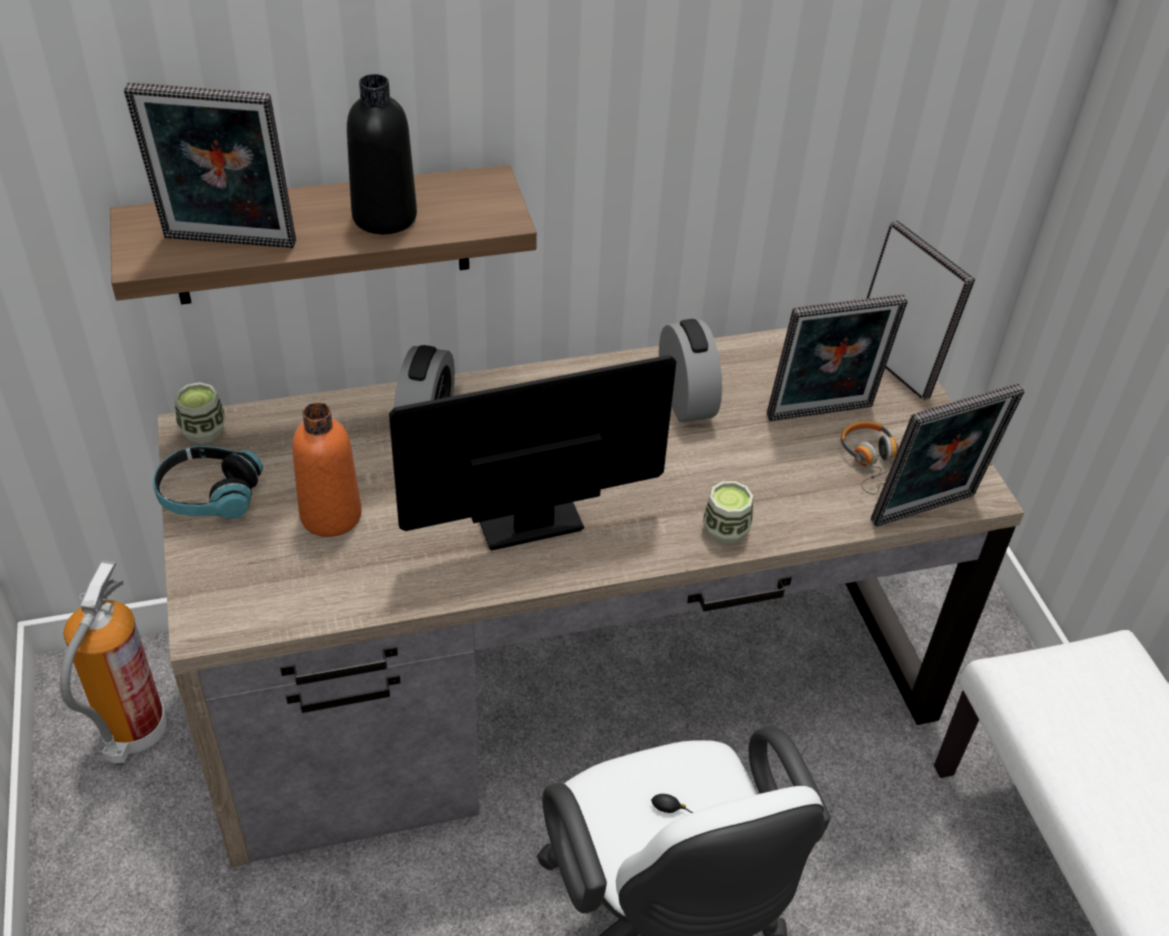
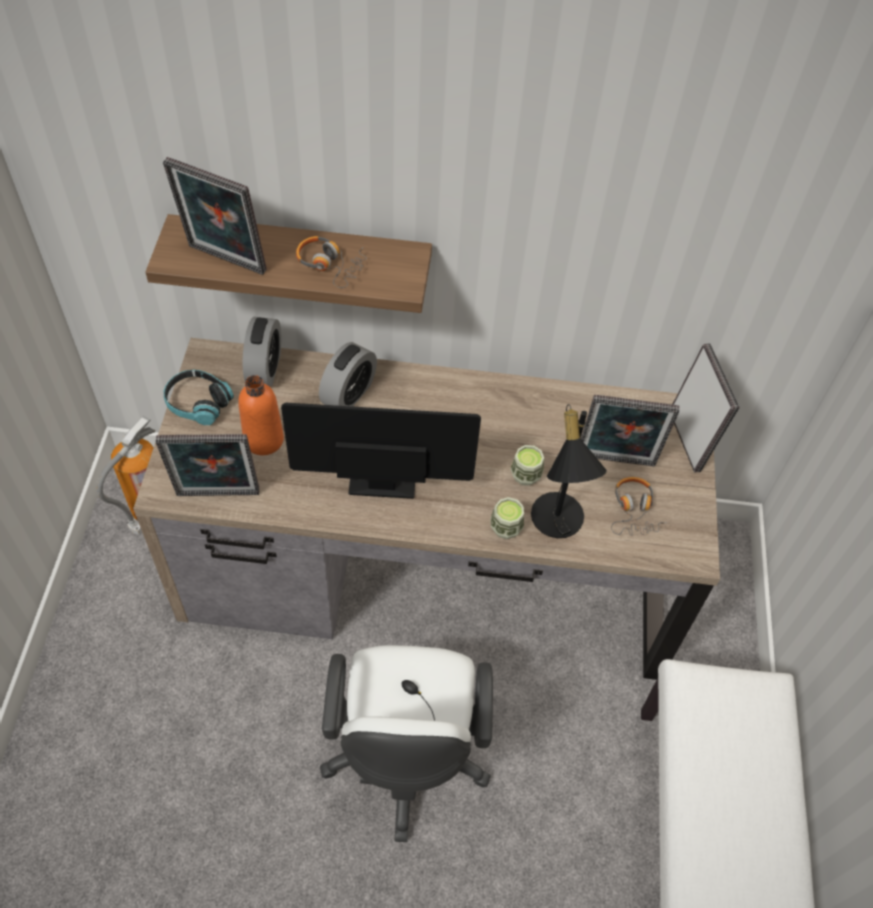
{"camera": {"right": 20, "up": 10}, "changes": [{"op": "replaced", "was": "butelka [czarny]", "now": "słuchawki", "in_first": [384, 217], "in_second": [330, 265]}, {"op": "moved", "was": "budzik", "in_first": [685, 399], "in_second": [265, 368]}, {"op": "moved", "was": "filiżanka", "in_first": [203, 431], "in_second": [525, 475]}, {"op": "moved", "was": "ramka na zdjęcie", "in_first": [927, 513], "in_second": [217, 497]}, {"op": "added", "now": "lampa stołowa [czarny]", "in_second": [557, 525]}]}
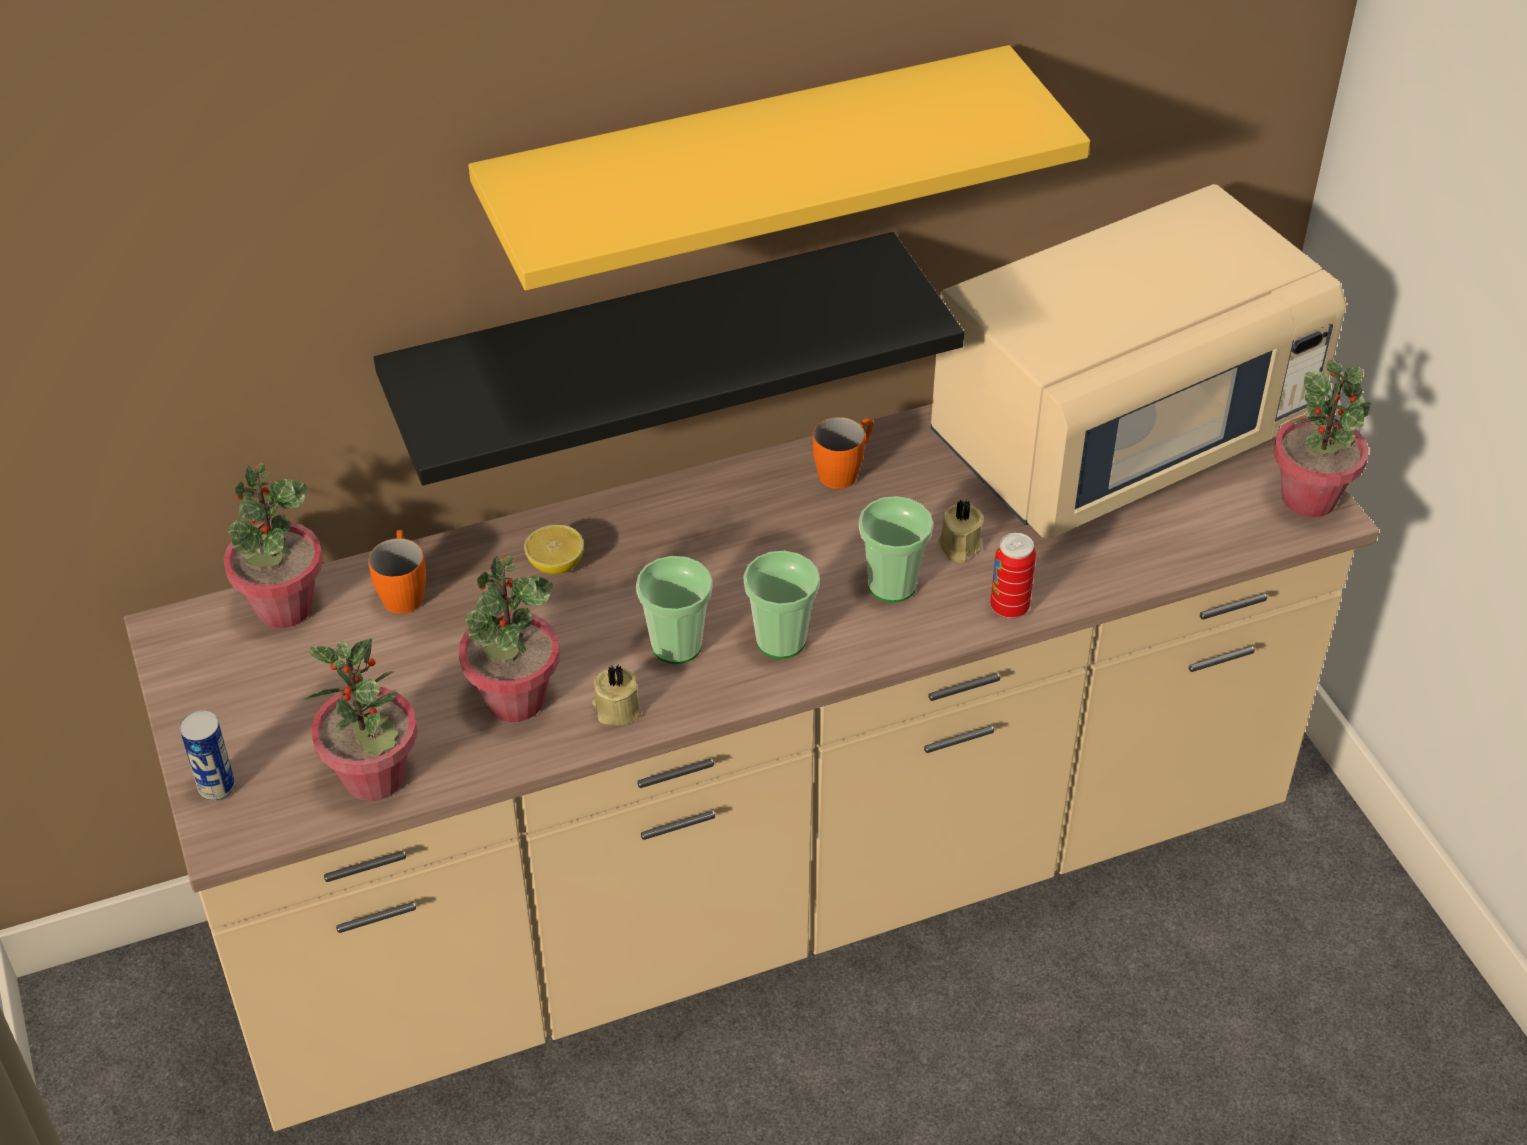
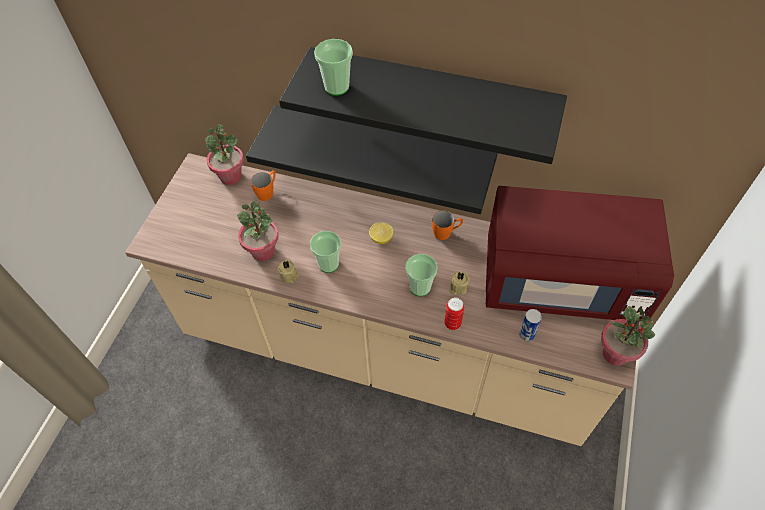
{"camera": {"right": 40, "up": 10}, "changes": [{"op": "recoloured", "was": "półka [żółty]", "now": "półka [czarny]", "in_first": [748, 164], "in_second": [432, 96]}, {"op": "recoloured", "was": "mikrofalówka [beżowy]", "now": "mikrofalówka [czerwony]", "in_first": [1119, 438], "in_second": [561, 281]}, {"op": "moved", "was": "cytryna", "in_first": [556, 565], "in_second": [381, 238]}, {"op": "moved", "was": "filiżanka", "in_first": [781, 640], "in_second": [336, 87]}, {"op": "removed", "was": "roślina doniczkowa", "in_first": [374, 778]}, {"op": "moved", "was": "puszka", "in_first": [216, 787], "in_second": [526, 335]}]}
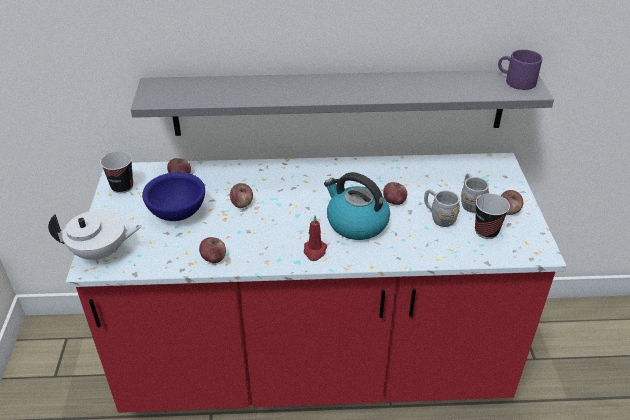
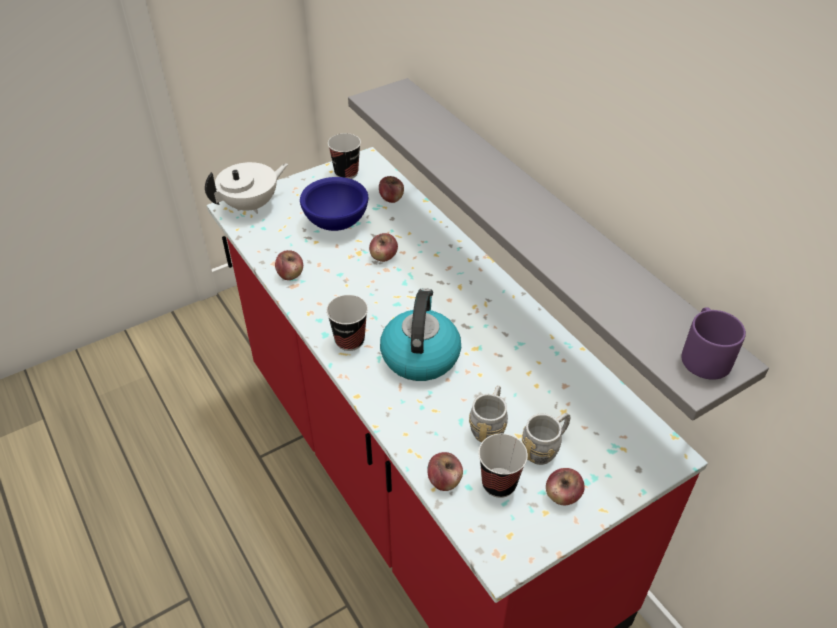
{"camera": {"right": 60, "up": 5}, "changes": [{"op": "moved", "was": "jabłko", "in_first": [394, 201], "in_second": [444, 480]}, {"op": "turned", "was": "imbryk [biały]", "in_first": [101, 252], "in_second": [251, 205], "clockwise": -90}, {"op": "replaced", "was": "świeca [czerwony]", "now": "filiżanka", "in_first": [314, 251], "in_second": [349, 340]}]}
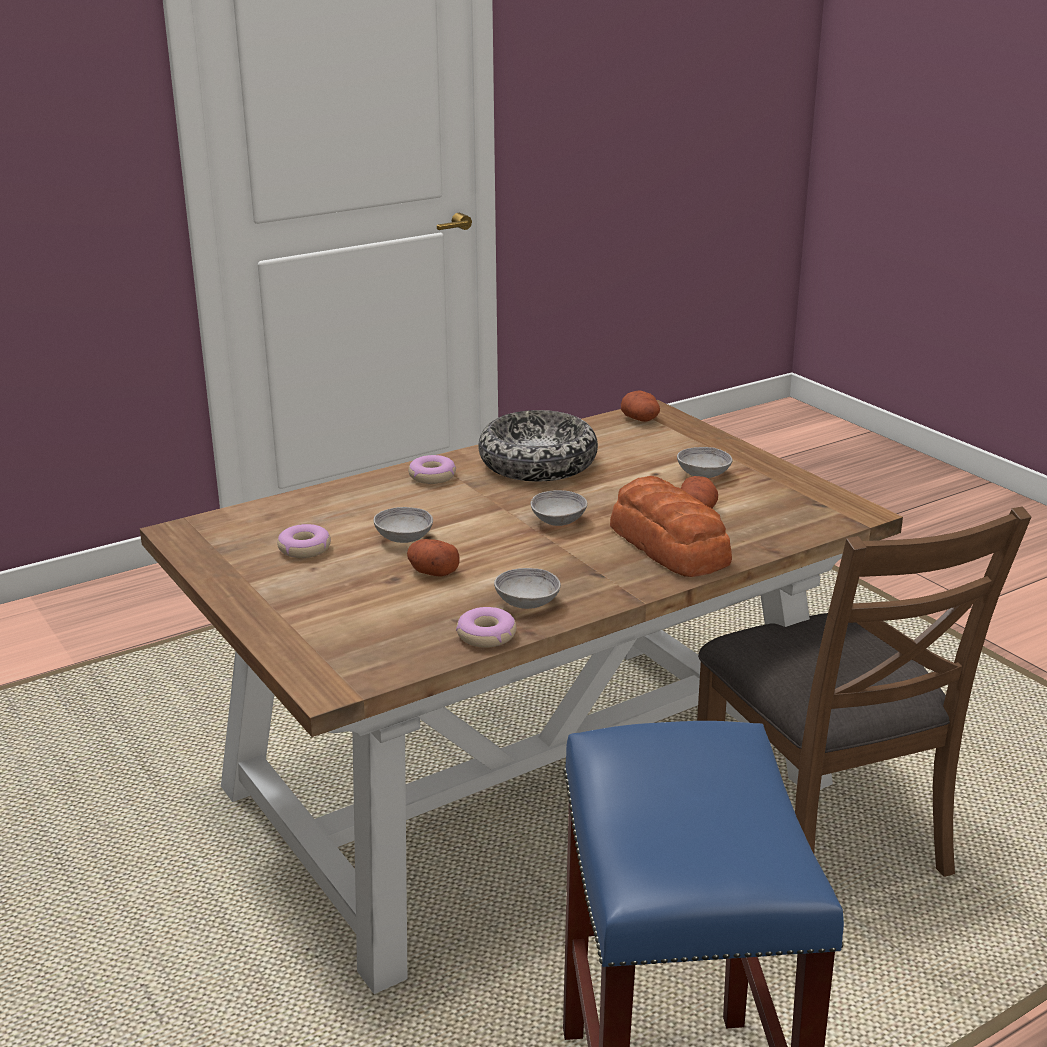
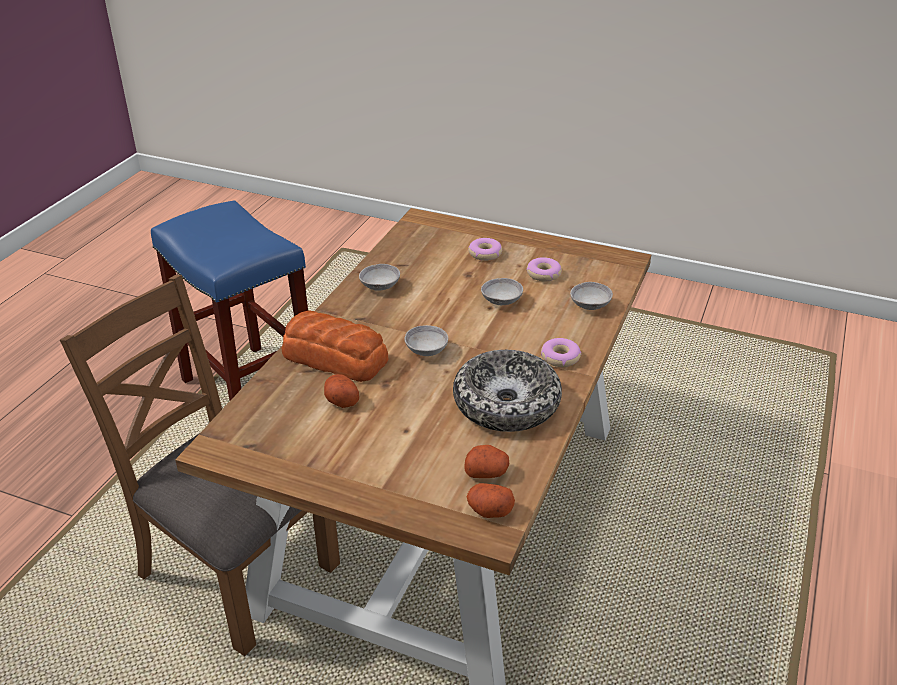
{"camera": {"right": 145, "up": 10}, "changes": [{"op": "moved", "was": "miska [szary]", "in_first": [703, 474], "in_second": [590, 305]}, {"op": "moved", "was": "ziemniak", "in_first": [432, 571], "in_second": [486, 472]}, {"op": "moved", "was": "donut", "in_first": [486, 635], "in_second": [485, 254]}]}
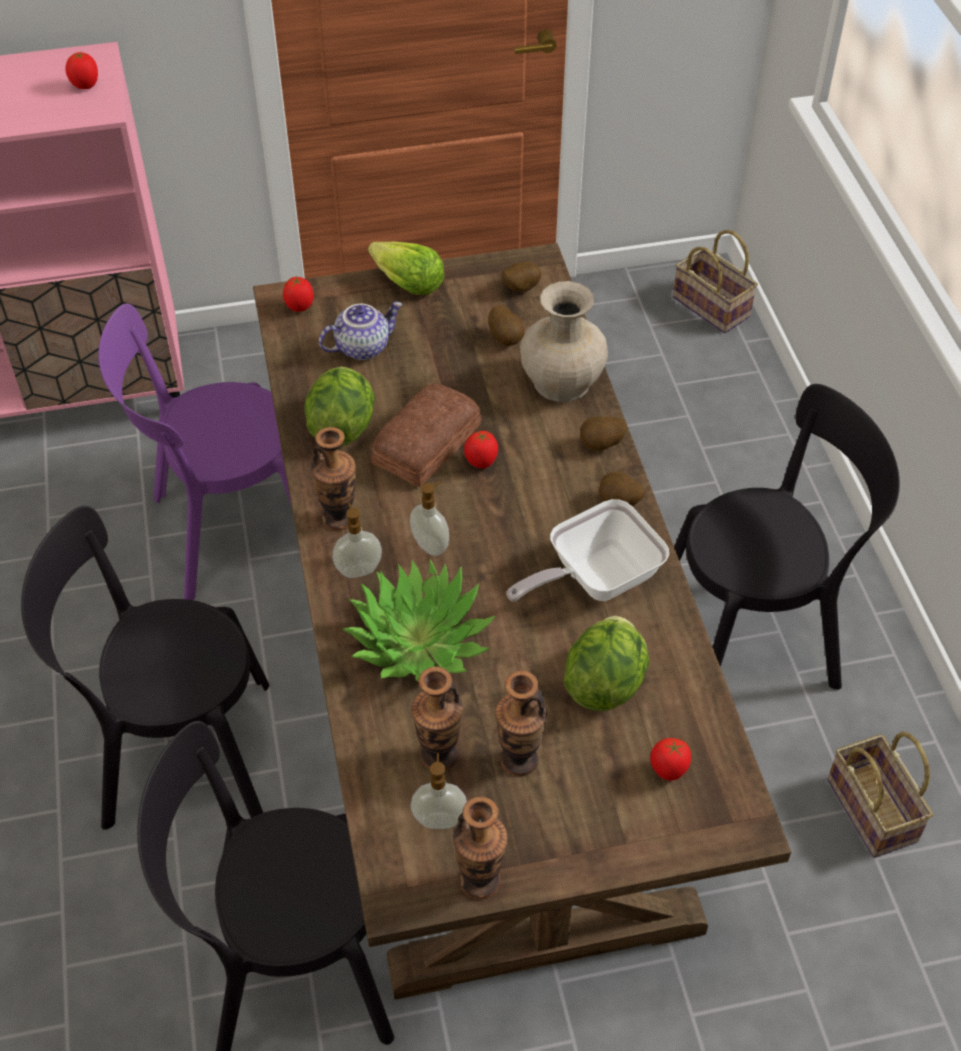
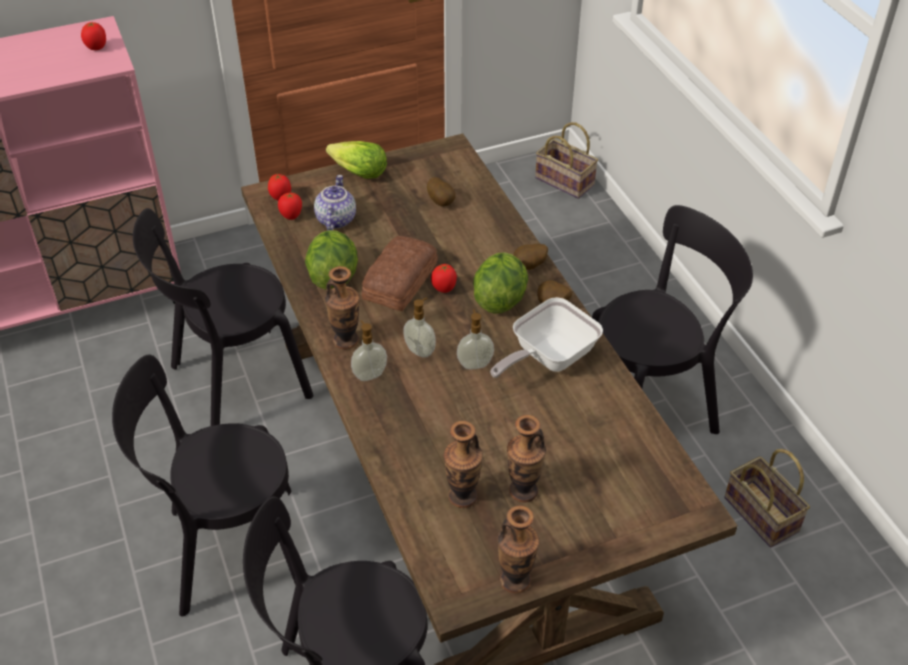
{"camera": {"right": -10, "up": -5}, "changes": [{"op": "removed", "was": "ziemniak", "in_first": [519, 288]}, {"op": "removed", "was": "wazon [beżowy]", "in_first": [561, 381]}, {"op": "turned", "was": "imbryk", "in_first": [362, 346], "in_second": [335, 219], "clockwise": -45}, {"op": "recoloured", "was": "krzesło [fioletowy]", "now": "krzesło [czarny]", "in_first": [226, 532], "in_second": [234, 384]}, {"op": "removed", "was": "roślina doniczkowa", "in_first": [419, 640]}, {"op": "moved", "was": "sałata", "in_first": [605, 682], "in_second": [500, 299]}, {"op": "moved", "was": "pomidor", "in_first": [668, 771], "in_second": [291, 216]}, {"op": "moved", "was": "dozownik mydła", "in_first": [439, 818], "in_second": [474, 364]}]}
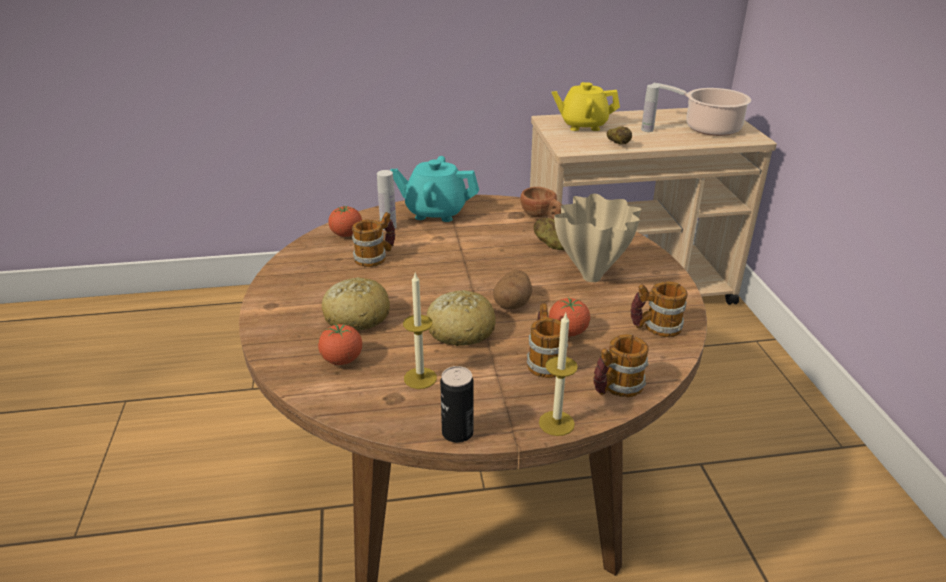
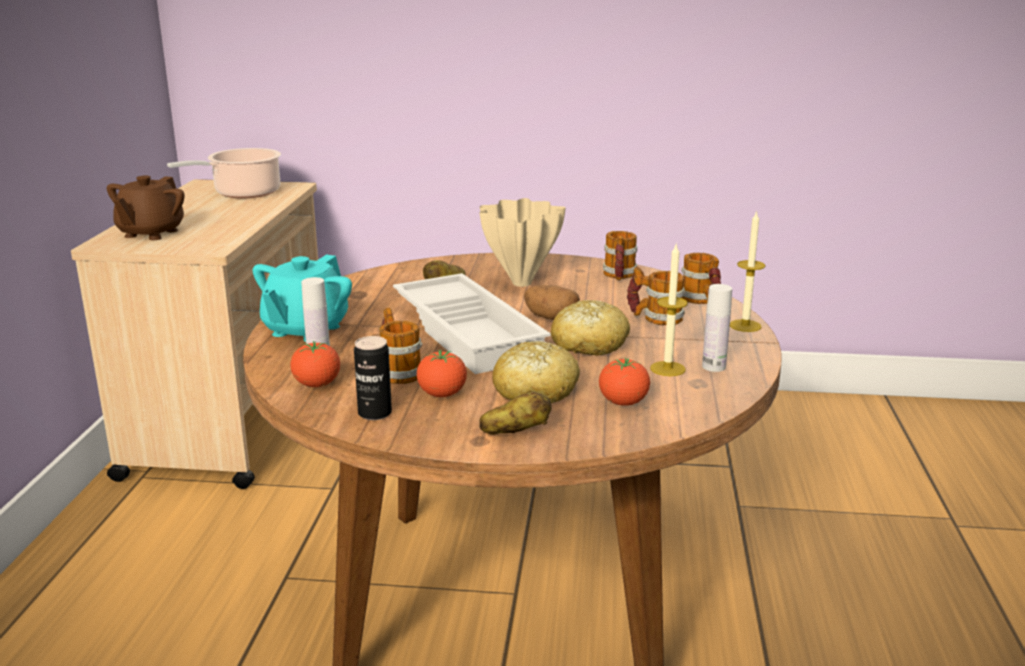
{"camera": {"right": -75, "up": -10}, "changes": [{"op": "recoloured", "was": "imbryk [żółty]", "now": "imbryk [brązowy]", "in_first": [583, 125], "in_second": [150, 233]}, {"op": "moved", "was": "butelka [biały]", "in_first": [647, 130], "in_second": [713, 367]}, {"op": "moved", "was": "ziemniak", "in_first": [618, 144], "in_second": [515, 432]}, {"op": "removed", "was": "filiżanka [brązowy]", "in_first": [541, 216]}, {"op": "moved", "was": "pomidor", "in_first": [568, 332], "in_second": [442, 394]}, {"op": "moved", "was": "puszka", "in_first": [457, 433], "in_second": [375, 413]}, {"op": "added", "now": "taca [biały]", "in_second": [471, 332]}]}
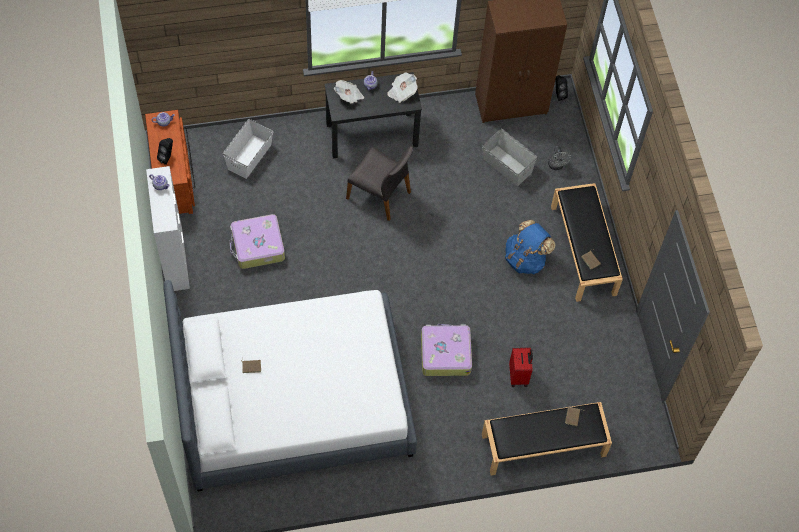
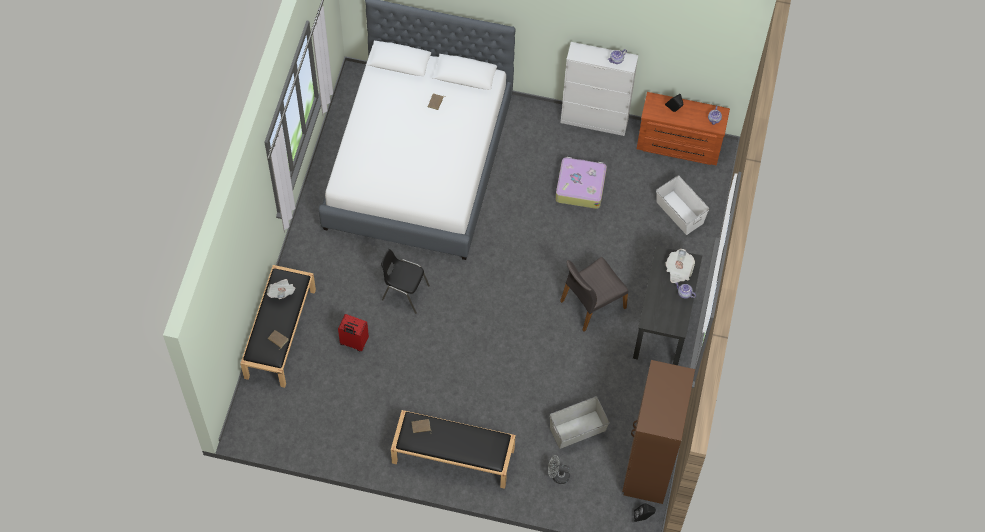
{"camera": {"right": 115, "up": 0}, "changes": [{"op": "moved", "was": "gazeta", "in_first": [402, 92], "in_second": [281, 292]}, {"op": "removed", "was": "plecak [niebieski]", "in_first": [525, 259]}, {"op": "replaced", "was": "walizka", "now": "krzesło [czarny]", "in_first": [445, 353], "in_second": [404, 292]}]}
